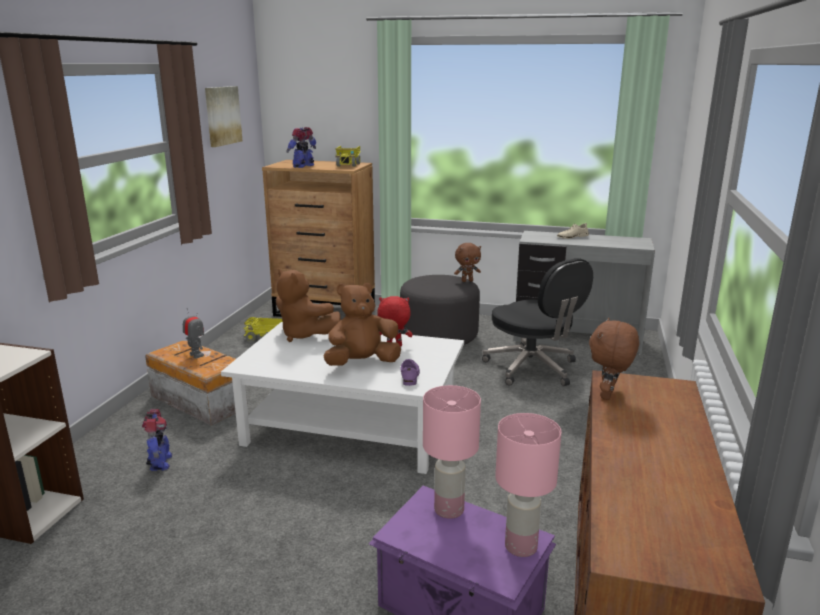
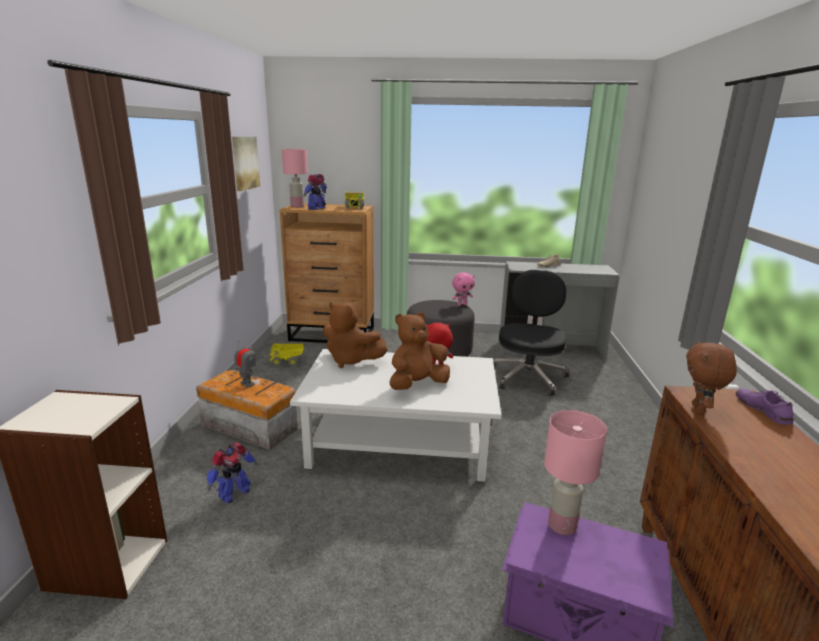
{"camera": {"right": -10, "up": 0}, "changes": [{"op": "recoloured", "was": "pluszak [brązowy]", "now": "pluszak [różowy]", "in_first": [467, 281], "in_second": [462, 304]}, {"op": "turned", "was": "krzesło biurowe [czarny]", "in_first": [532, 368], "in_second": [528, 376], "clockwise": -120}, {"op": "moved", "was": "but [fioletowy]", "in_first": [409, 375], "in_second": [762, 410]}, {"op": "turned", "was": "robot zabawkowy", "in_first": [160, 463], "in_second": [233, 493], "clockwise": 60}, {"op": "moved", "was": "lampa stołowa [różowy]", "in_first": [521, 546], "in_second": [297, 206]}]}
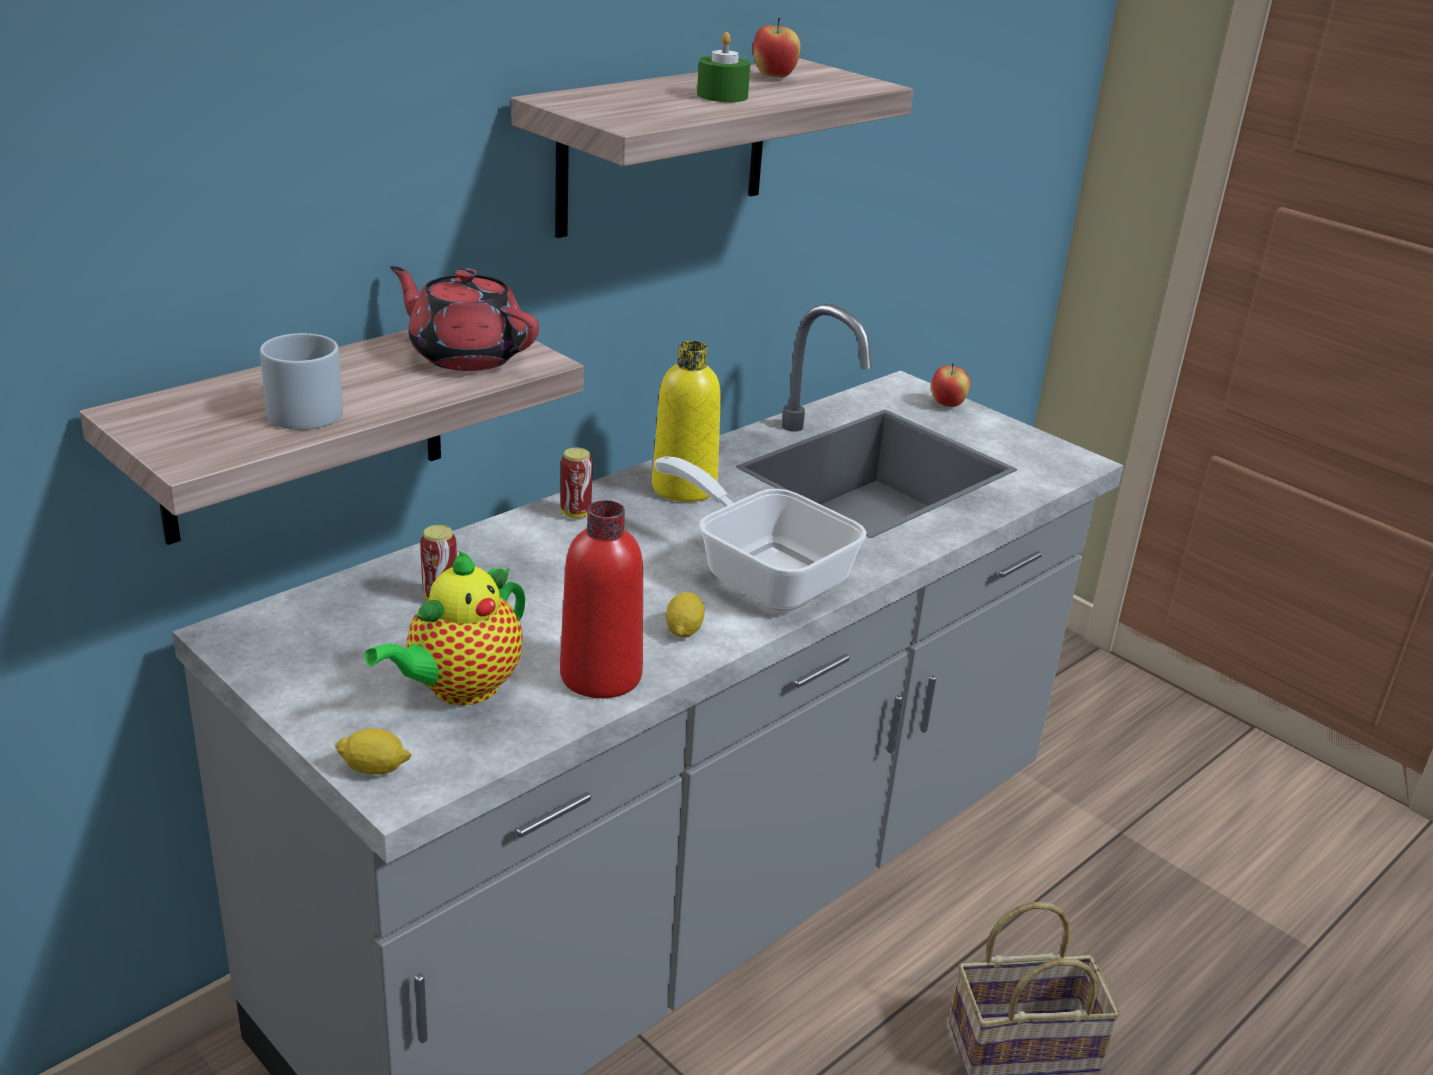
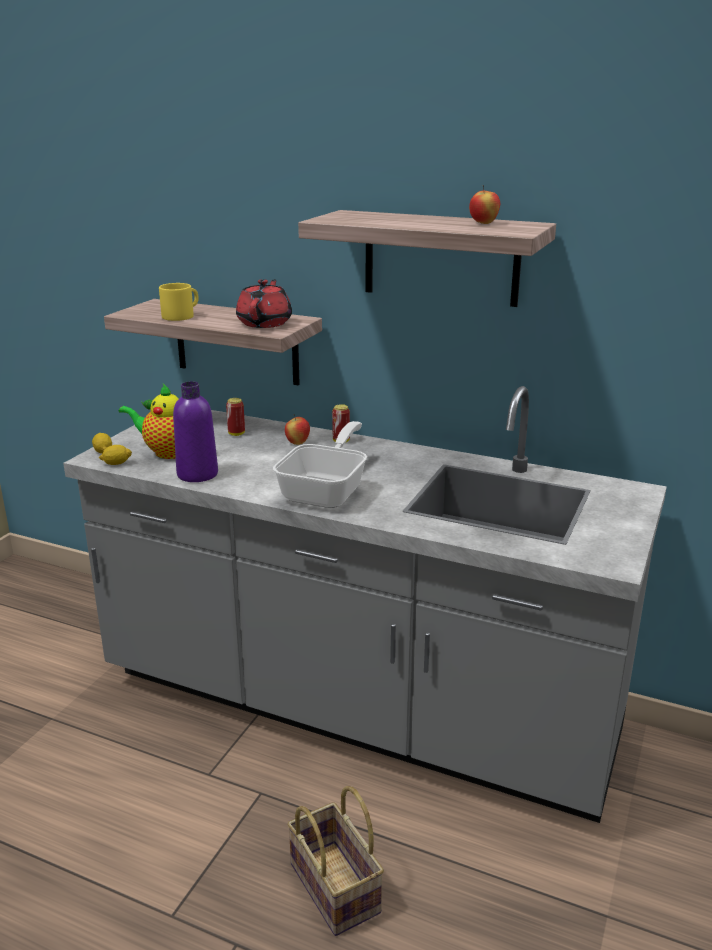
{"camera": {"right": 70, "up": -5}, "changes": [{"op": "removed", "was": "świeca [zielony]", "in_first": [722, 96]}, {"op": "recoloured", "was": "kubek [szary]", "now": "kubek [żółty]", "in_first": [299, 409], "in_second": [181, 315]}, {"op": "removed", "was": "butelka [żółty]", "in_first": [684, 488]}, {"op": "moved", "was": "jabłko", "in_first": [947, 405], "in_second": [297, 443]}, {"op": "recoloured", "was": "butelka [czerwony]", "now": "butelka [fioletowy]", "in_first": [601, 676], "in_second": [197, 474]}, {"op": "moved", "was": "cytryna", "in_first": [684, 630], "in_second": [116, 463]}]}
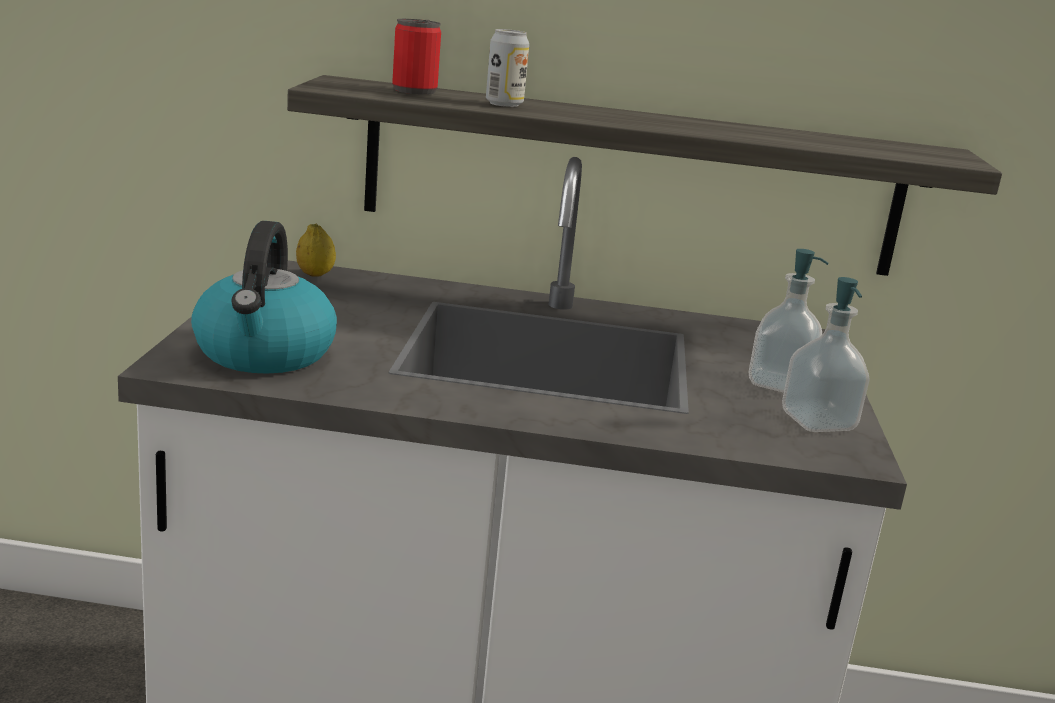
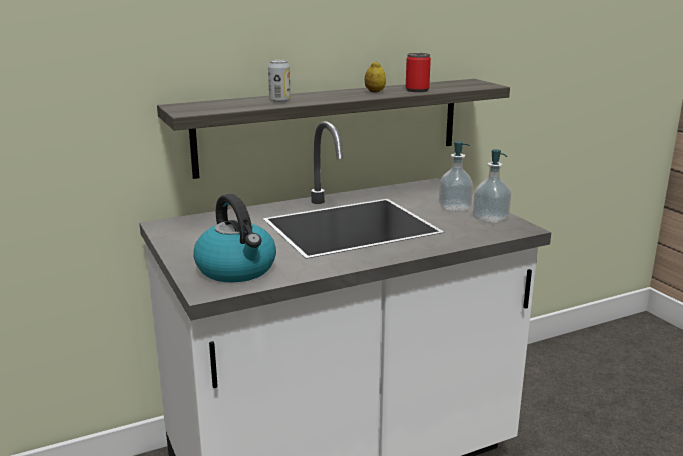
{"camera": {"right": -30, "up": 0}, "changes": [{"op": "moved", "was": "puszka", "in_first": [414, 91], "in_second": [417, 90]}, {"op": "moved", "was": "cytryna", "in_first": [315, 275], "in_second": [375, 92]}]}
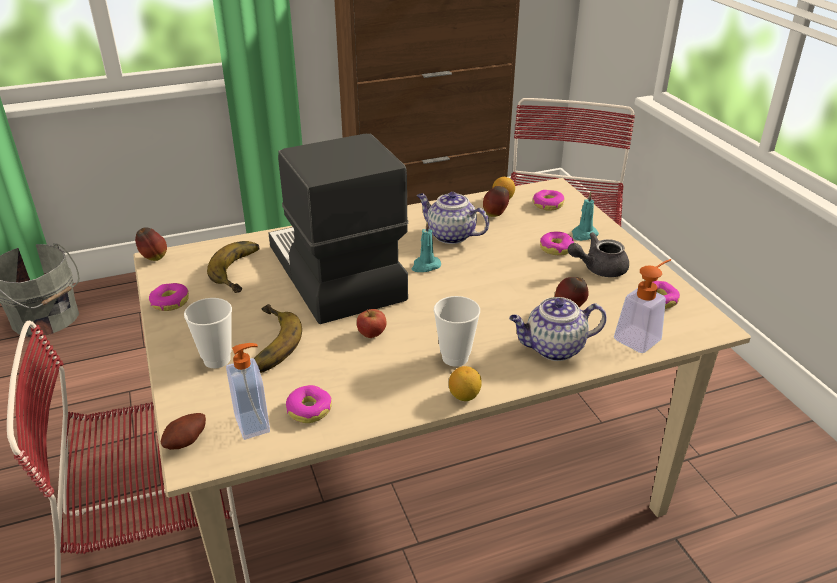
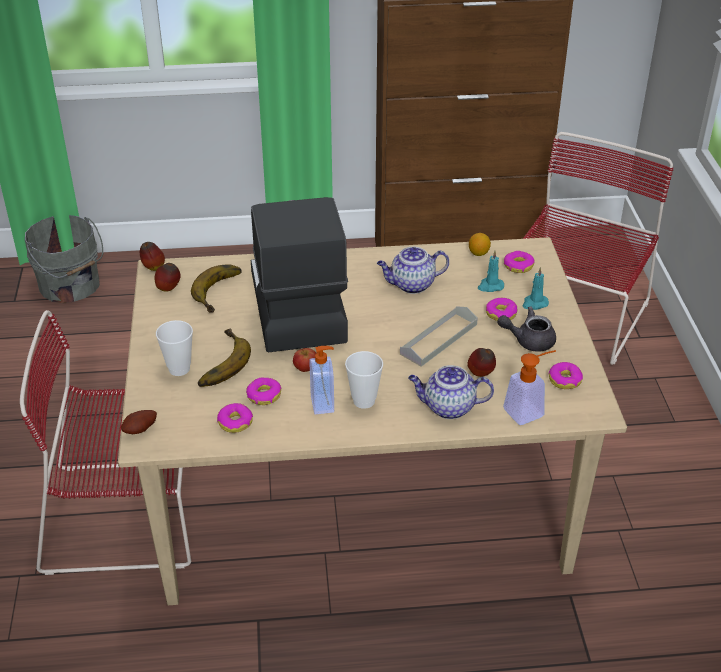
{"camera": {"right": 15, "up": 5}, "changes": [{"op": "moved", "was": "jabłko", "in_first": [495, 215], "in_second": [169, 289]}, {"op": "turned", "was": "imbryk", "in_first": [450, 235], "in_second": [411, 285], "clockwise": -60}, {"op": "moved", "was": "świeca [turkusowy]", "in_first": [425, 266], "in_second": [490, 286]}, {"op": "moved", "was": "donut", "in_first": [170, 302], "in_second": [263, 395]}, {"op": "moved", "was": "dozownik mydła", "in_first": [254, 423], "in_second": [323, 404]}, {"op": "removed", "was": "cytryna", "in_first": [464, 396]}, {"op": "added", "now": "taca [szary]", "in_second": [439, 339]}]}
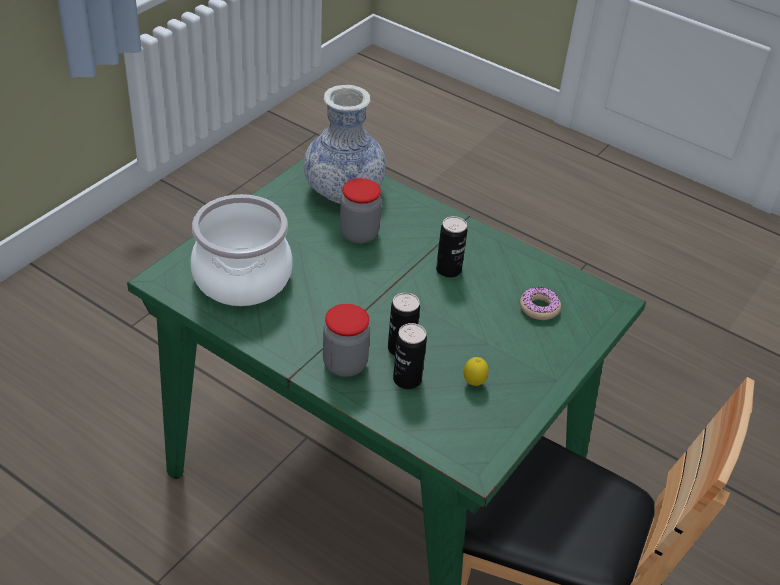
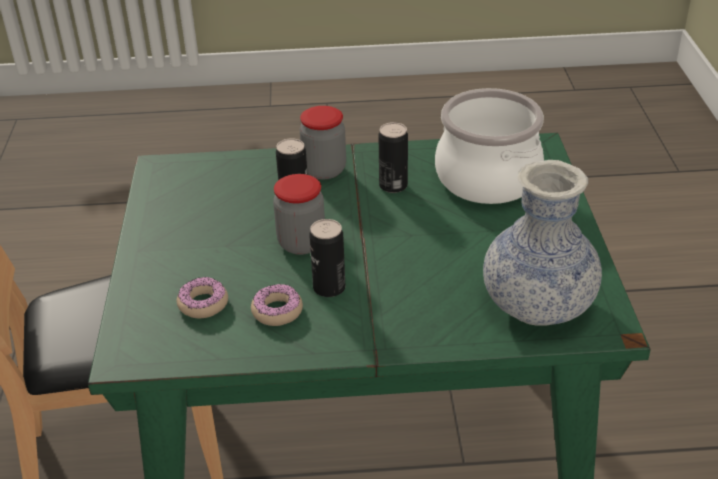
{"camera": {"right": 145, "up": -5}, "changes": [{"op": "moved", "was": "słoik", "in_first": [359, 234], "in_second": [301, 243]}, {"op": "moved", "was": "puszka", "in_first": [407, 379], "in_second": [393, 185]}, {"op": "removed", "was": "cytryna", "in_first": [473, 383]}, {"op": "added", "now": "donut", "in_second": [277, 311]}]}
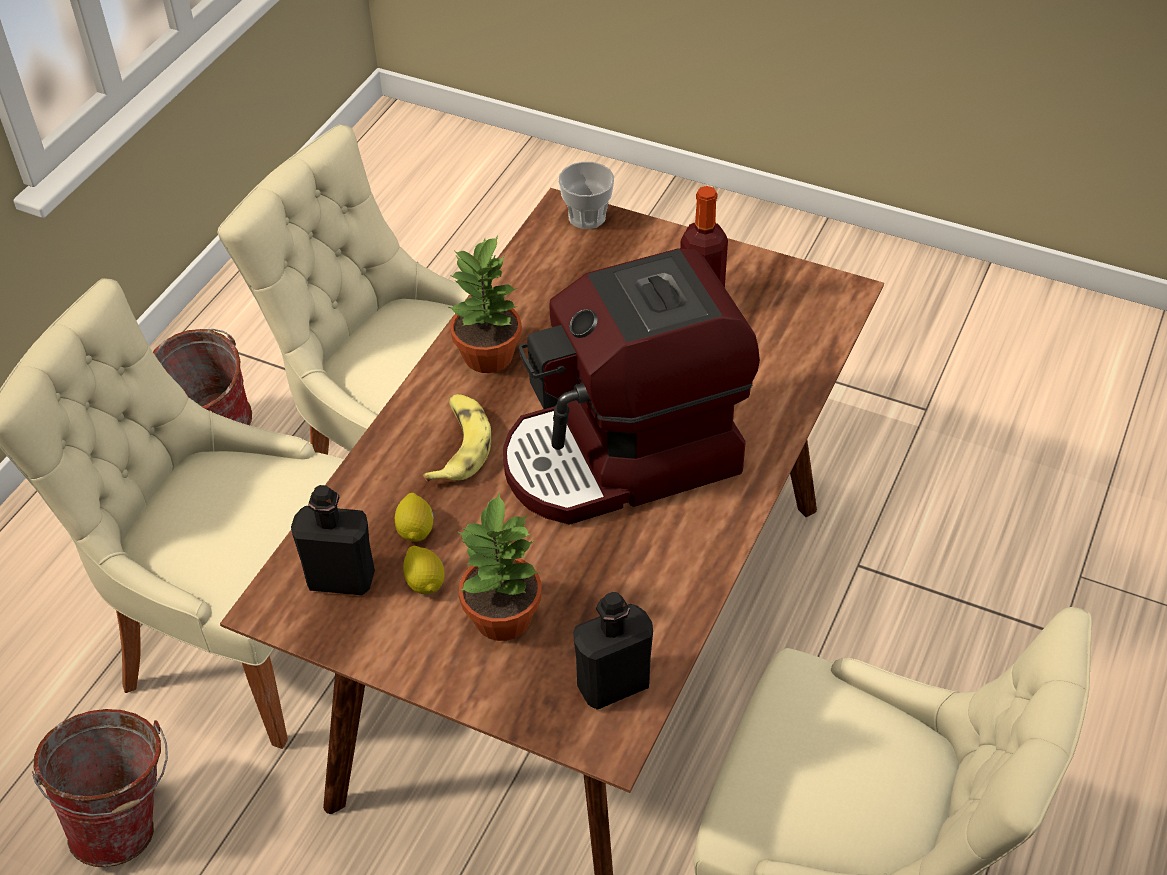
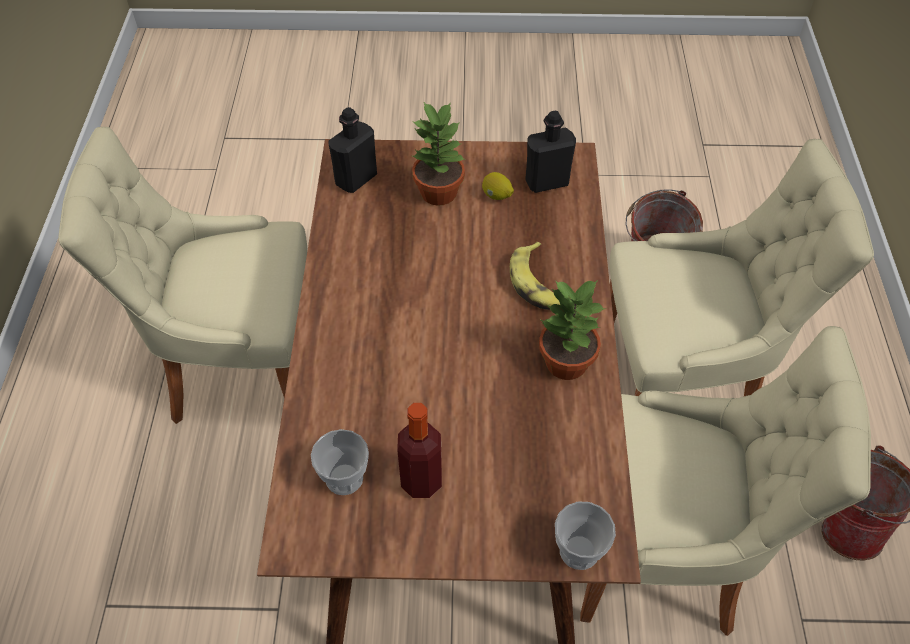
{"camera": {"right": 155, "up": 5}, "changes": [{"op": "removed", "was": "ekspres do kawy", "in_first": [624, 458]}, {"op": "removed", "was": "cytryna", "in_first": [416, 530]}, {"op": "added", "now": "filiżanka", "in_second": [344, 478]}]}
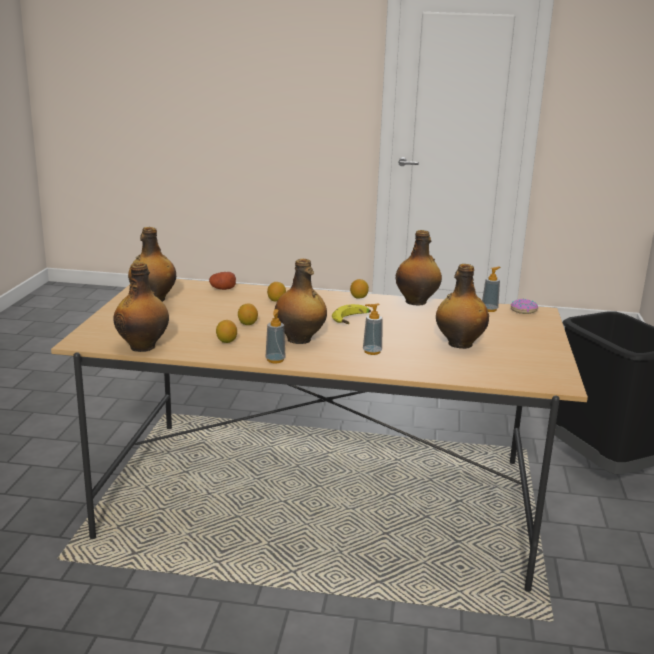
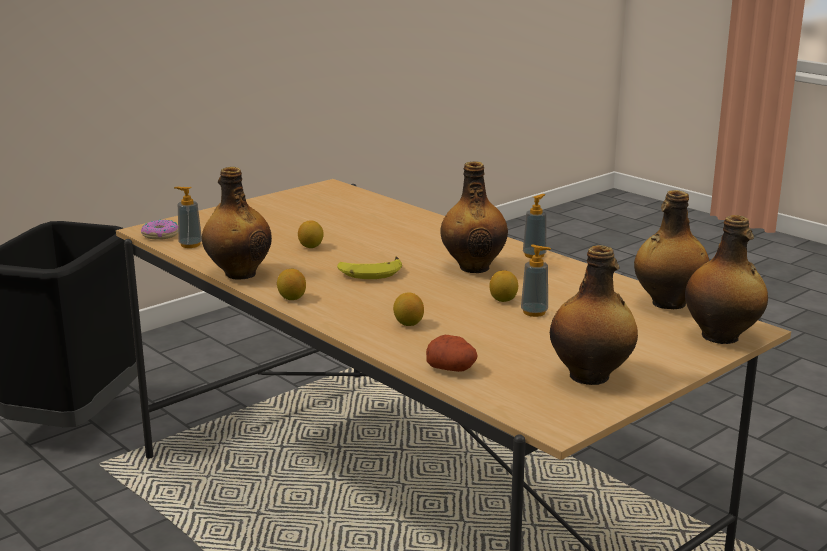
{"camera": {"right": -140, "up": 0}, "changes": [{"op": "moved", "was": "butelka", "in_first": [459, 344], "in_second": [721, 337]}, {"op": "moved", "was": "dozownik mydła", "in_first": [372, 352], "in_second": [534, 312]}, {"op": "moved", "was": "cytryna", "in_first": [226, 341], "in_second": [311, 247]}]}
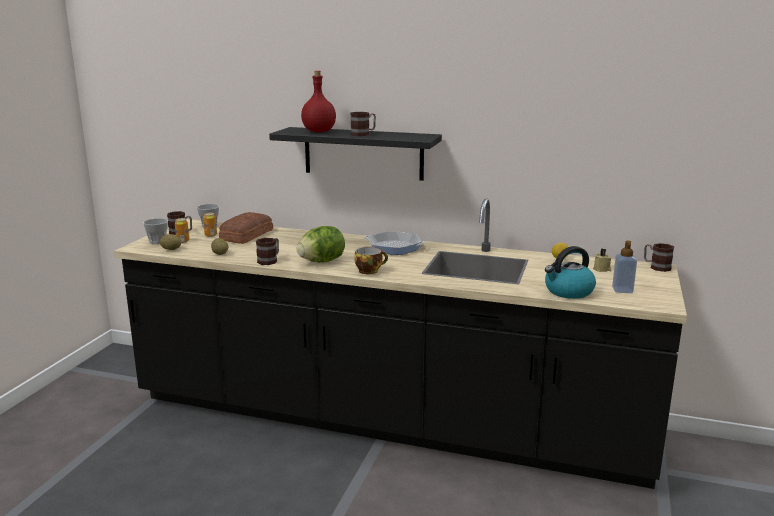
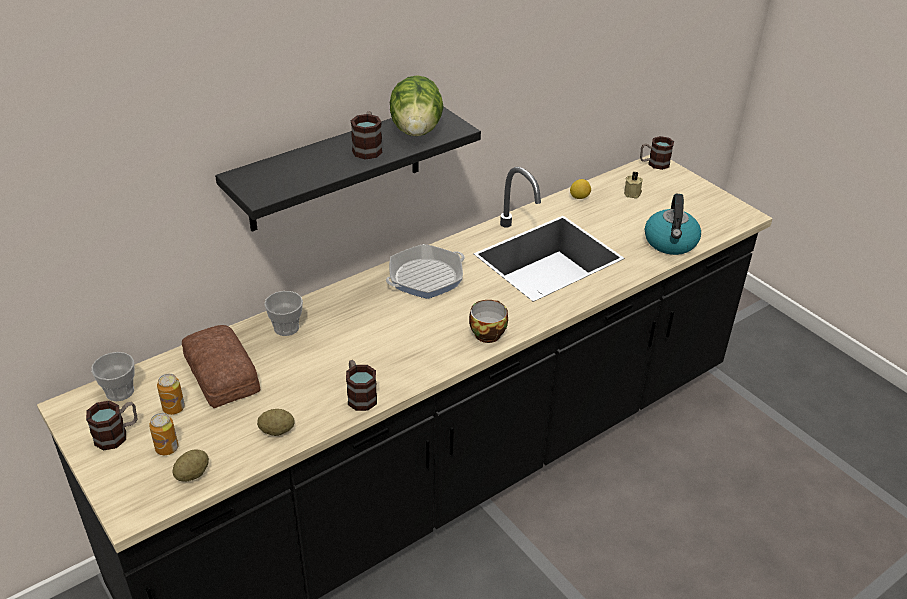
{"camera": {"right": -55, "up": 20}, "changes": [{"op": "removed", "was": "butelka [czerwony]", "in_first": [319, 131]}, {"op": "moved", "was": "filiżanka", "in_first": [157, 241], "in_second": [286, 328]}, {"op": "moved", "was": "sałata", "in_first": [322, 261], "in_second": [416, 131]}, {"op": "removed", "was": "dozownik mydła", "in_first": [622, 290]}]}
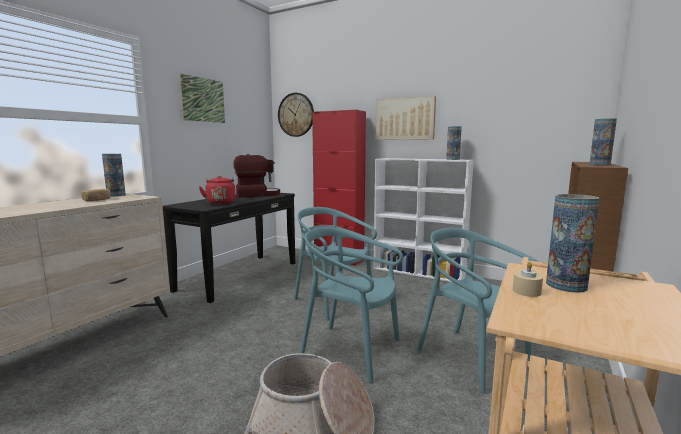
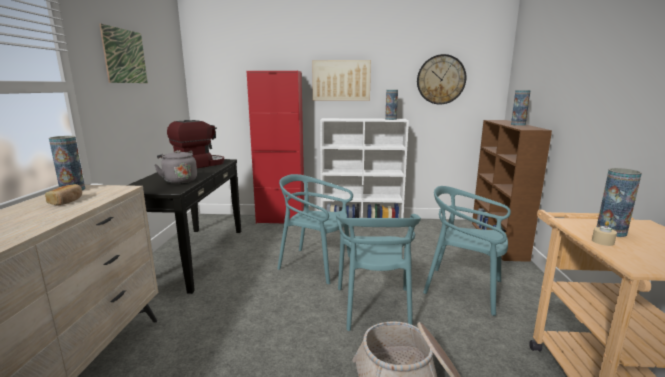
{"camera": {"right": -25, "up": 5}, "changes": [{"op": "moved", "was": "zegar ścienny", "in_first": [296, 115], "in_second": [441, 79]}, {"op": "recoloured", "was": "czajnik [czerwony]", "now": "czajnik [szary]", "in_first": [220, 203], "in_second": [179, 180]}, {"op": "turned", "was": "krzesło [turkusowy]", "in_first": [351, 350], "in_second": [375, 307], "clockwise": -90}]}
